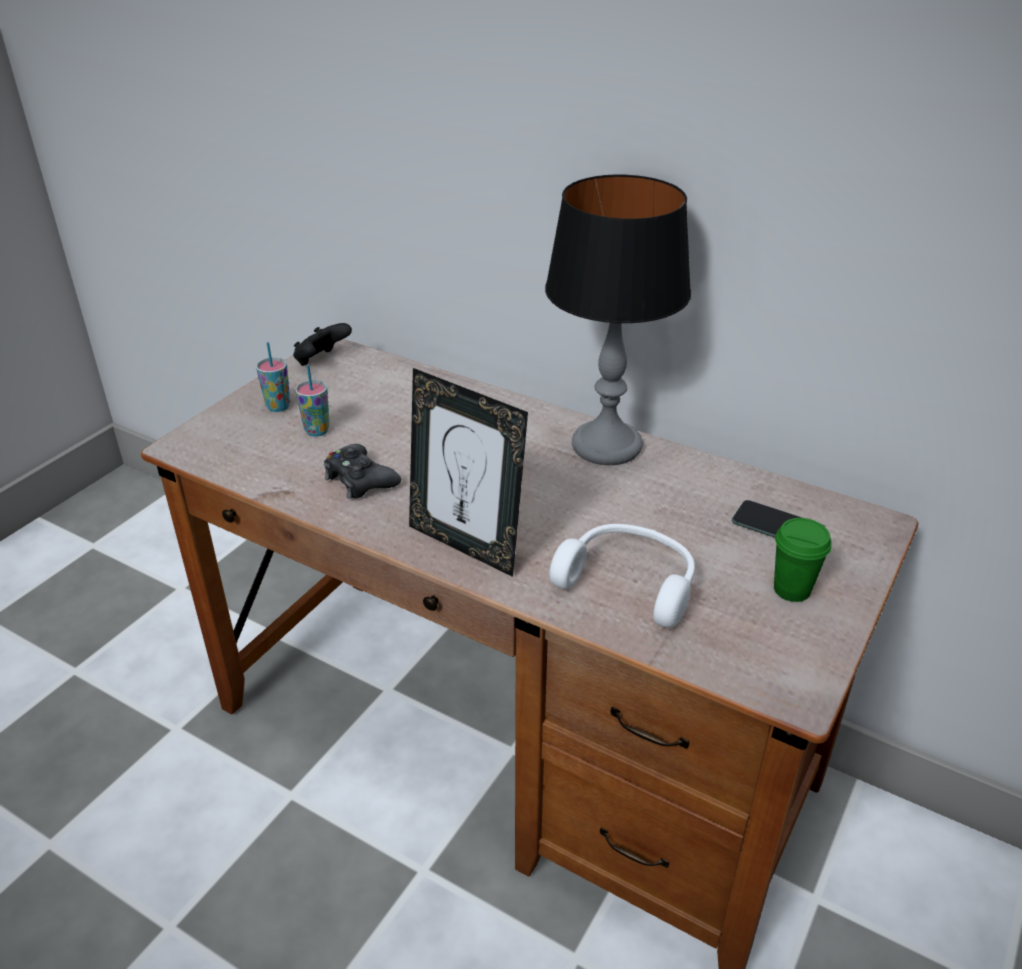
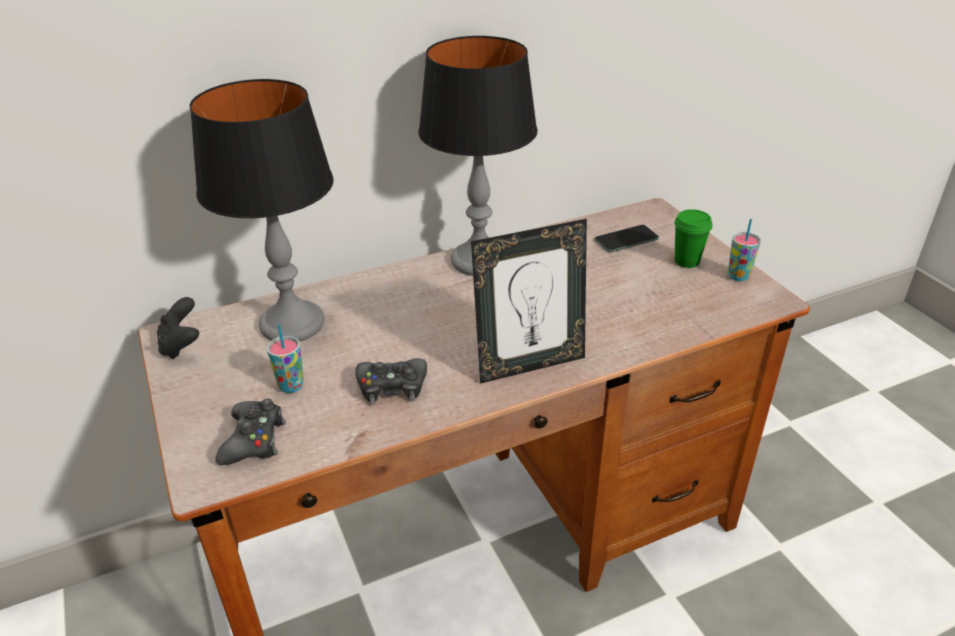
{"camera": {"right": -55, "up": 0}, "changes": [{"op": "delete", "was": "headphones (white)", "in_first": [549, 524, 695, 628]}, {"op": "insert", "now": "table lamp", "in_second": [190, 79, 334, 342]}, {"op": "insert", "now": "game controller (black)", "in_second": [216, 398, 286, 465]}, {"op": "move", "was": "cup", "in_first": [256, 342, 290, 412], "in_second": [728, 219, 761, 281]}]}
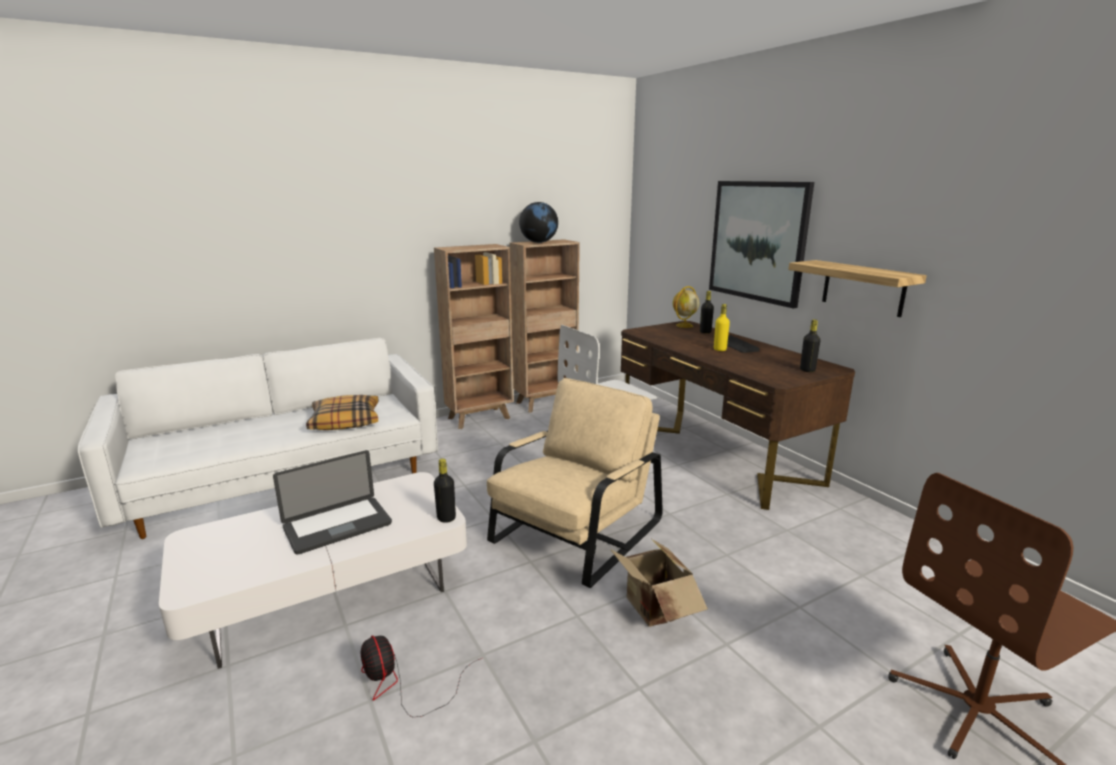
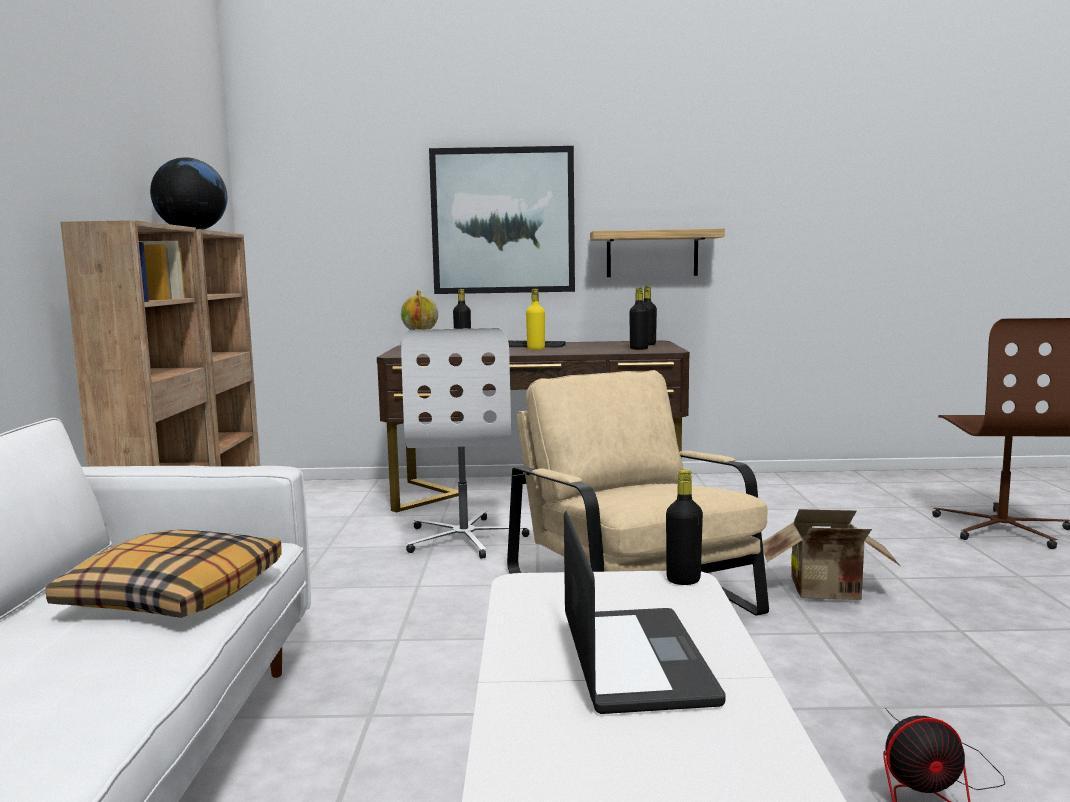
{"camera": {"right": -60, "up": -10}, "changes": [{"op": "insert", "now": "bottle (black)", "in_second": [629, 287, 649, 350]}]}
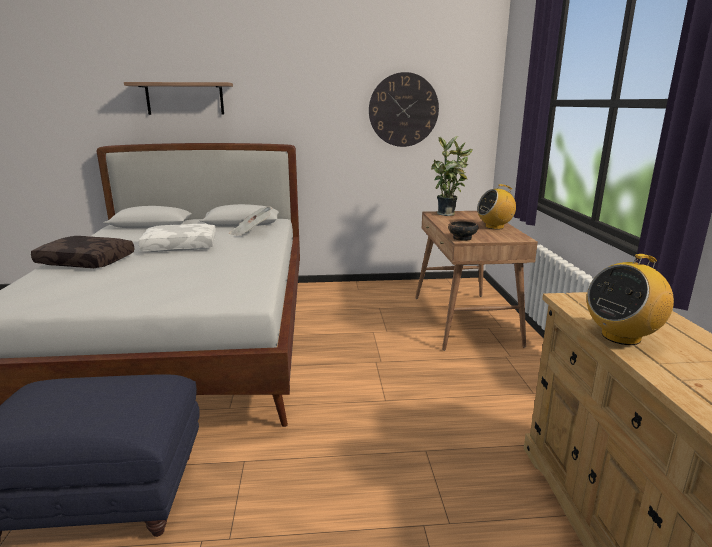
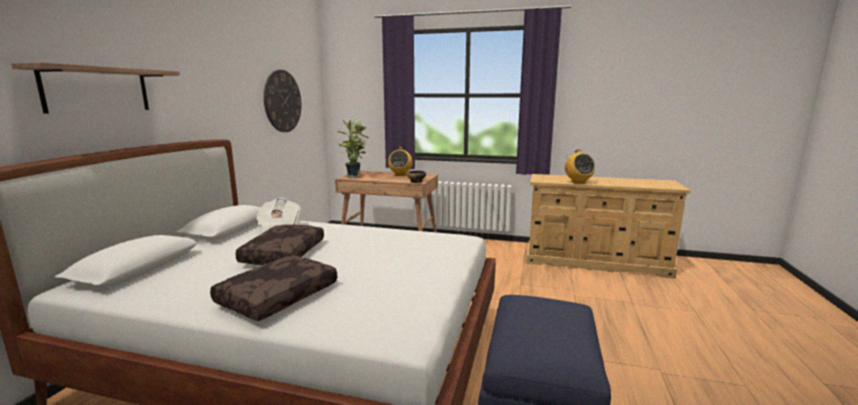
{"camera": {"right": -70, "up": -5}, "changes": [{"op": "recolor", "was": "pillow (white)", "now": "pillow (brown)", "in_first": [139, 224, 216, 252], "in_second": [235, 224, 324, 265]}]}
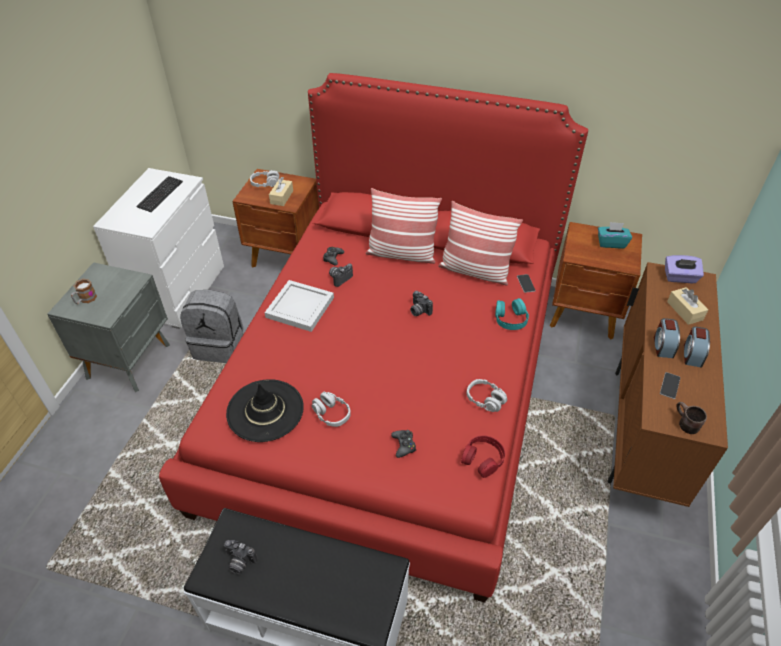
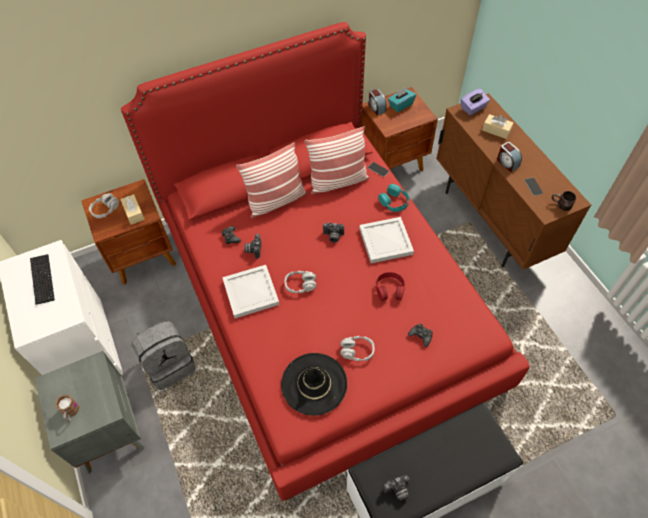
{"camera": {"right": -40, "up": 10}, "changes": [{"op": "insert", "now": "tray (white)", "in_second": [359, 217, 414, 263]}, {"op": "move", "was": "headphones (red)", "in_first": [461, 436, 505, 478], "in_second": [376, 272, 405, 301]}, {"op": "move", "was": "headphones (grey)", "in_first": [467, 379, 507, 412], "in_second": [285, 271, 316, 293]}, {"op": "move", "was": "alarm clock", "in_first": [684, 326, 710, 368], "in_second": [369, 89, 387, 115]}]}
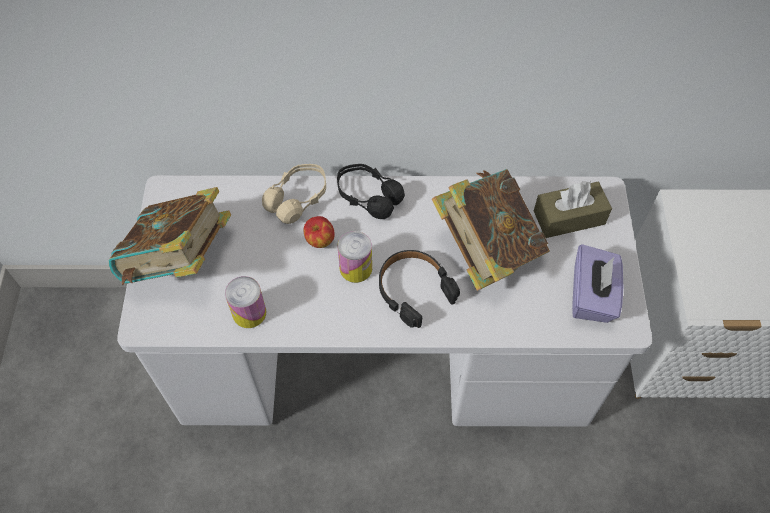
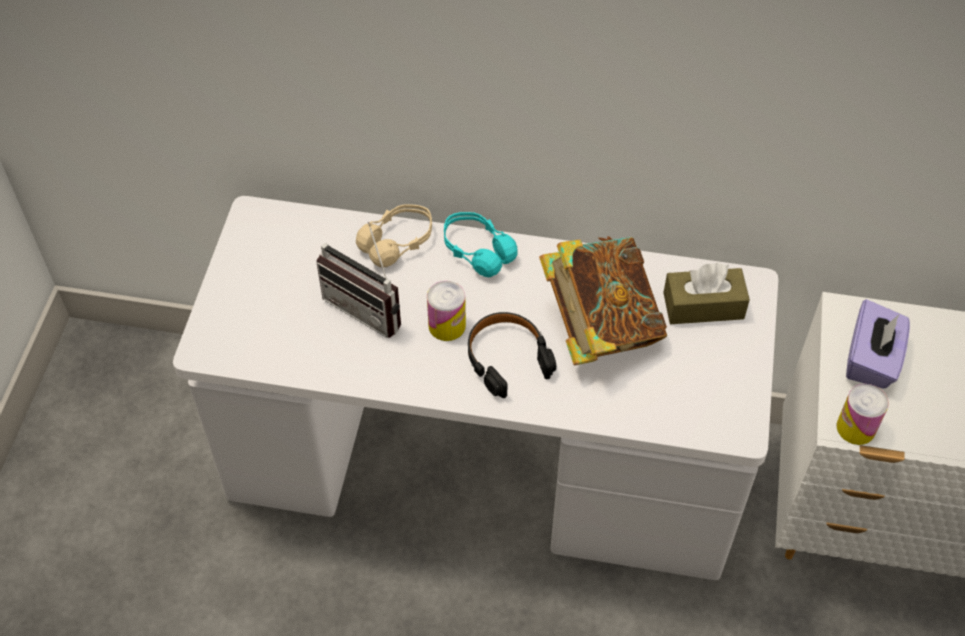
{"camera": {"right": 10, "up": -5}, "changes": [{"op": "delete", "was": "book", "in_first": [109, 187, 231, 285]}, {"op": "delete", "was": "apple", "in_first": [303, 216, 335, 248]}, {"op": "insert", "now": "radio", "in_second": [316, 222, 401, 338]}, {"op": "move", "was": "can", "in_first": [225, 276, 266, 328], "in_second": [837, 384, 889, 445]}, {"op": "move", "was": "tissue box (purple)", "in_first": [572, 244, 624, 323], "in_second": [846, 299, 910, 388]}, {"op": "recolor", "was": "headphones (black)", "now": "headphones (turquoise)", "in_first": [337, 164, 405, 219], "in_second": [444, 212, 517, 277]}]}
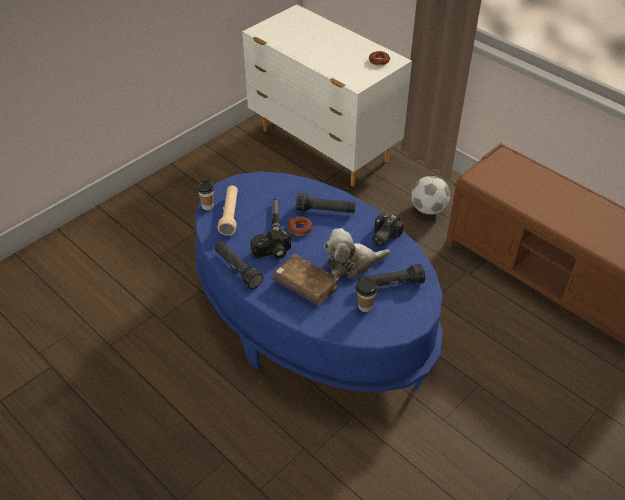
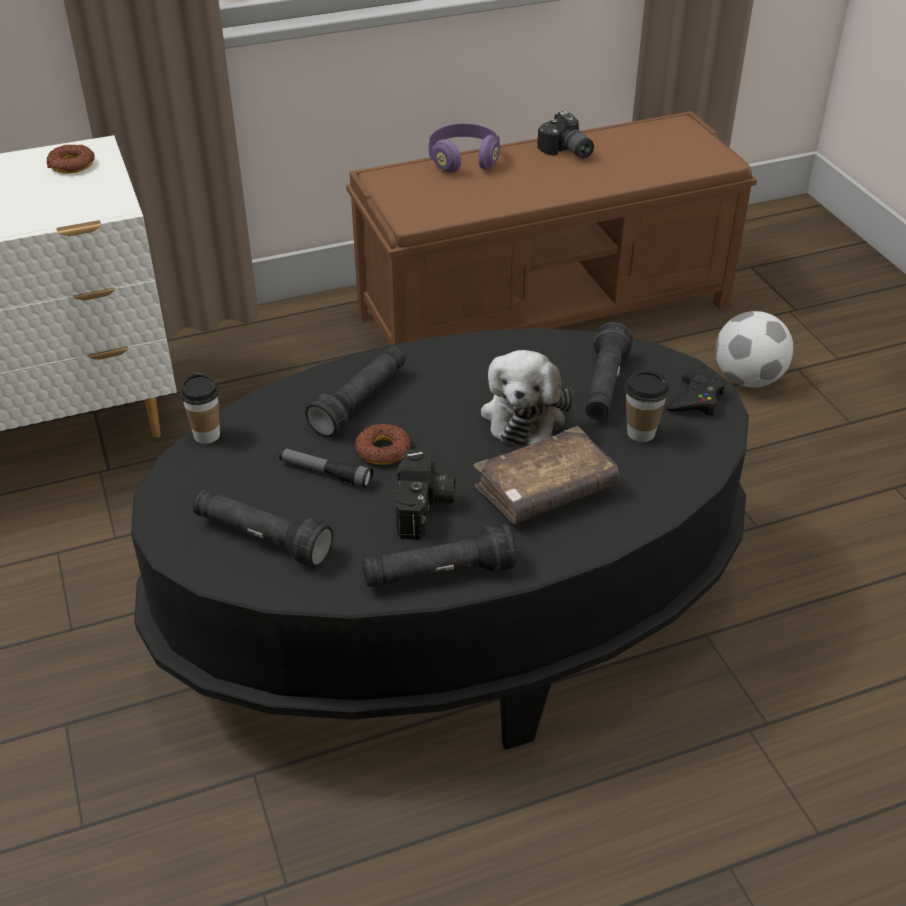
{"camera": {"right": -65, "up": -5}, "changes": [{"op": "insert", "now": "headphones (purple)", "in_second": [429, 124, 500, 173]}, {"op": "insert", "now": "game controller (black)", "in_second": [666, 372, 726, 416]}, {"op": "move", "was": "cup", "in_first": [197, 180, 214, 210], "in_second": [181, 374, 220, 444]}, {"op": "move", "was": "photo camera", "in_first": [372, 213, 404, 246], "in_second": [537, 111, 594, 159]}, {"op": "move", "was": "football", "in_first": [411, 176, 450, 215], "in_second": [715, 311, 794, 387]}, {"op": "recolor", "was": "coffee table (blue)", "now": "coffee table (black)", "in_first": [195, 172, 443, 393], "in_second": [131, 328, 749, 750]}, {"op": "recolor", "was": "flashlight (beige)", "now": "flashlight (black)", "in_first": [217, 186, 238, 236], "in_second": [192, 489, 333, 568]}]}
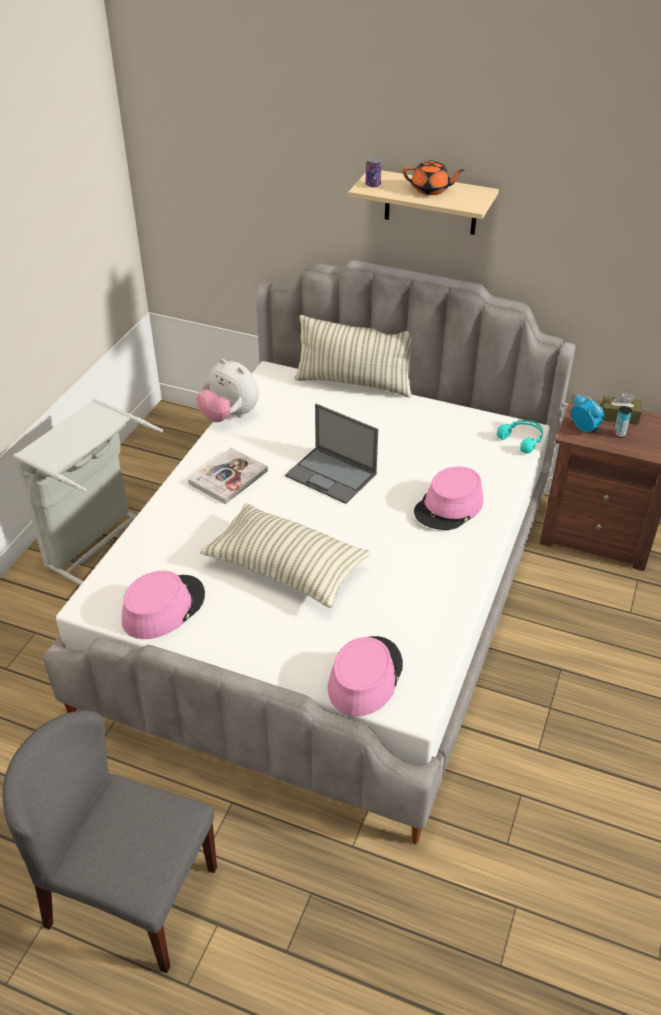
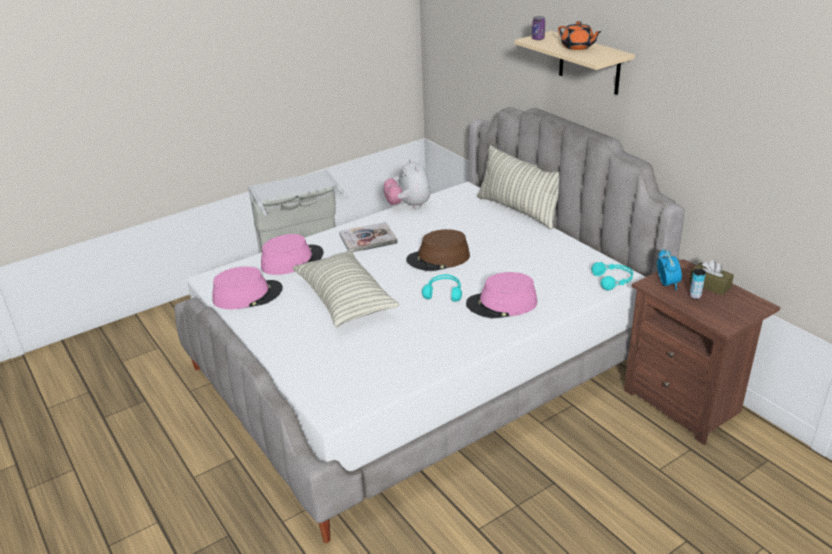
{"camera": {"right": 35, "up": -10}, "changes": [{"op": "delete", "was": "chair (grey)", "in_first": [2, 710, 217, 973]}, {"op": "insert", "now": "headphones (turquoise)", "in_second": [422, 274, 462, 302]}, {"op": "move", "was": "hat (pink)", "in_first": [328, 636, 403, 716], "in_second": [261, 234, 324, 275]}, {"op": "replace", "was": "laptop", "now": "hat (brown)", "in_first": [285, 404, 378, 504], "in_second": [406, 229, 470, 271]}]}
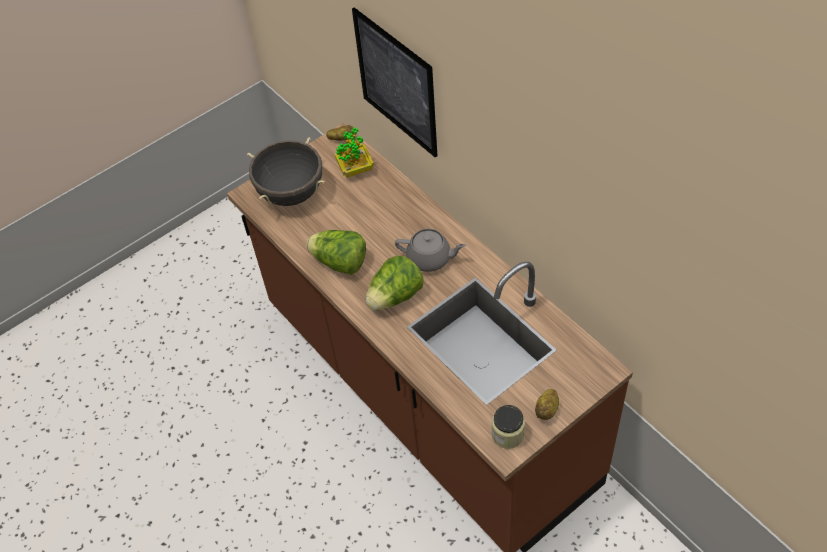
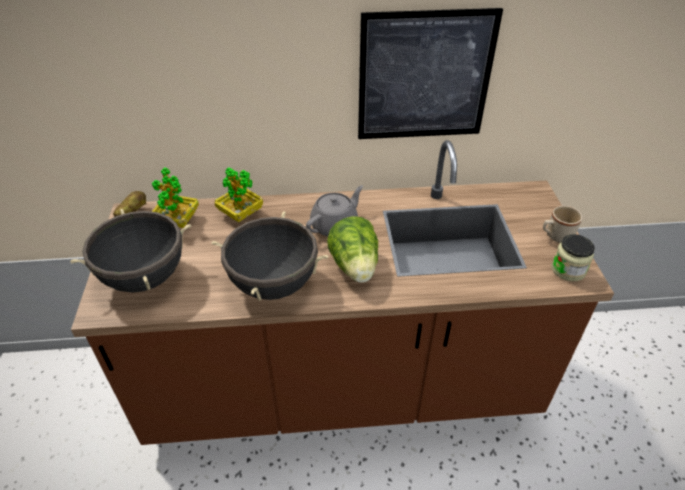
{"camera": {"right": -60, "up": -10}, "changes": [{"op": "insert", "now": "potted plant", "in_second": [214, 167, 263, 222]}, {"op": "move", "was": "picture", "in_first": [352, 7, 437, 157], "in_second": [358, 8, 503, 139]}, {"op": "replace", "was": "lettuce", "now": "cooking pot (black)", "in_first": [306, 230, 366, 275], "in_second": [212, 211, 328, 301]}, {"op": "replace", "was": "potato", "now": "mug (beige)", "in_first": [535, 389, 559, 420], "in_second": [543, 206, 582, 243]}]}
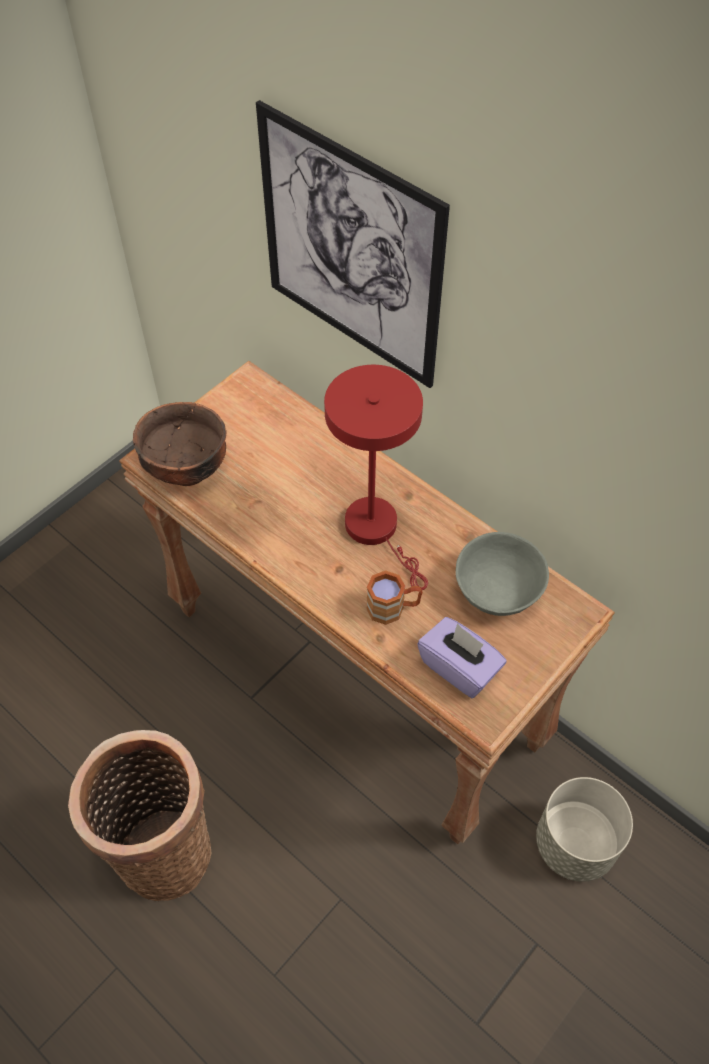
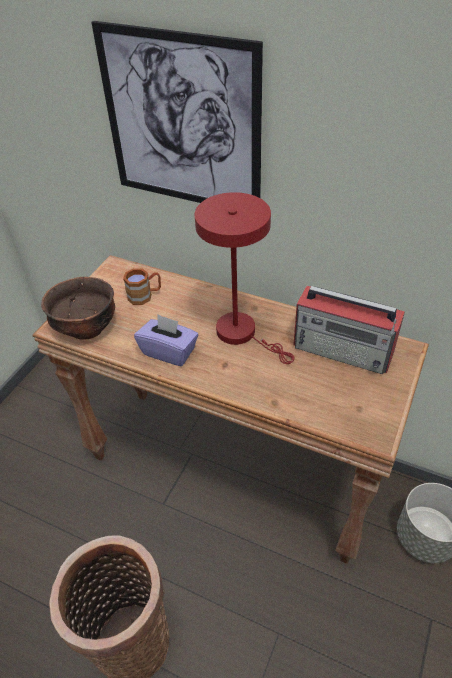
{"camera": {"right": -15, "up": -10}, "changes": [{"op": "move", "was": "mug (brown)", "in_first": [366, 570, 422, 625], "in_second": [123, 268, 161, 305]}, {"op": "move", "was": "tissue box (purple)", "in_first": [417, 617, 507, 698], "in_second": [134, 314, 198, 366]}, {"op": "replace", "was": "bowl (grey)", "now": "radio", "in_first": [455, 532, 549, 616], "in_second": [293, 286, 405, 374]}]}
